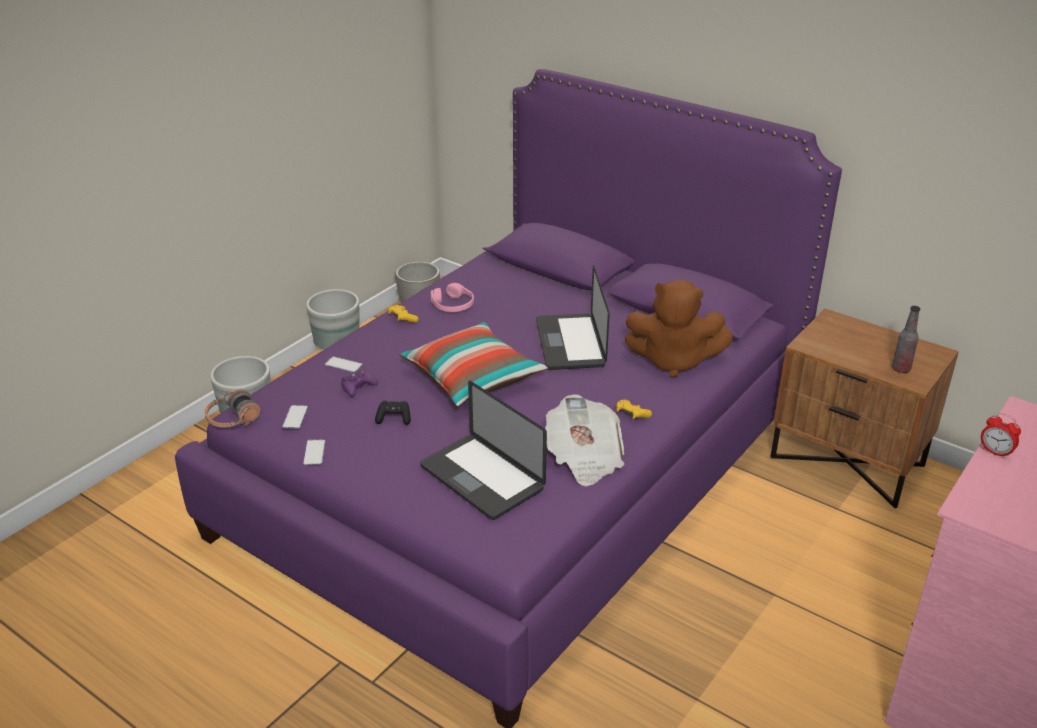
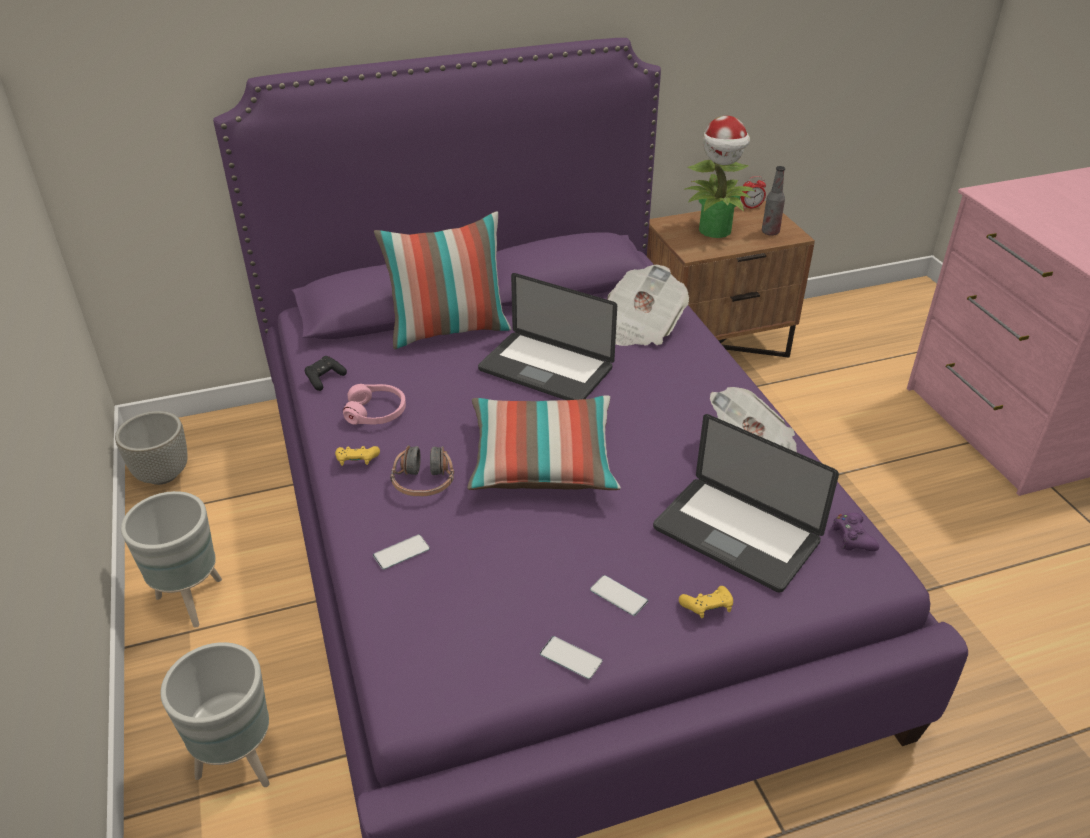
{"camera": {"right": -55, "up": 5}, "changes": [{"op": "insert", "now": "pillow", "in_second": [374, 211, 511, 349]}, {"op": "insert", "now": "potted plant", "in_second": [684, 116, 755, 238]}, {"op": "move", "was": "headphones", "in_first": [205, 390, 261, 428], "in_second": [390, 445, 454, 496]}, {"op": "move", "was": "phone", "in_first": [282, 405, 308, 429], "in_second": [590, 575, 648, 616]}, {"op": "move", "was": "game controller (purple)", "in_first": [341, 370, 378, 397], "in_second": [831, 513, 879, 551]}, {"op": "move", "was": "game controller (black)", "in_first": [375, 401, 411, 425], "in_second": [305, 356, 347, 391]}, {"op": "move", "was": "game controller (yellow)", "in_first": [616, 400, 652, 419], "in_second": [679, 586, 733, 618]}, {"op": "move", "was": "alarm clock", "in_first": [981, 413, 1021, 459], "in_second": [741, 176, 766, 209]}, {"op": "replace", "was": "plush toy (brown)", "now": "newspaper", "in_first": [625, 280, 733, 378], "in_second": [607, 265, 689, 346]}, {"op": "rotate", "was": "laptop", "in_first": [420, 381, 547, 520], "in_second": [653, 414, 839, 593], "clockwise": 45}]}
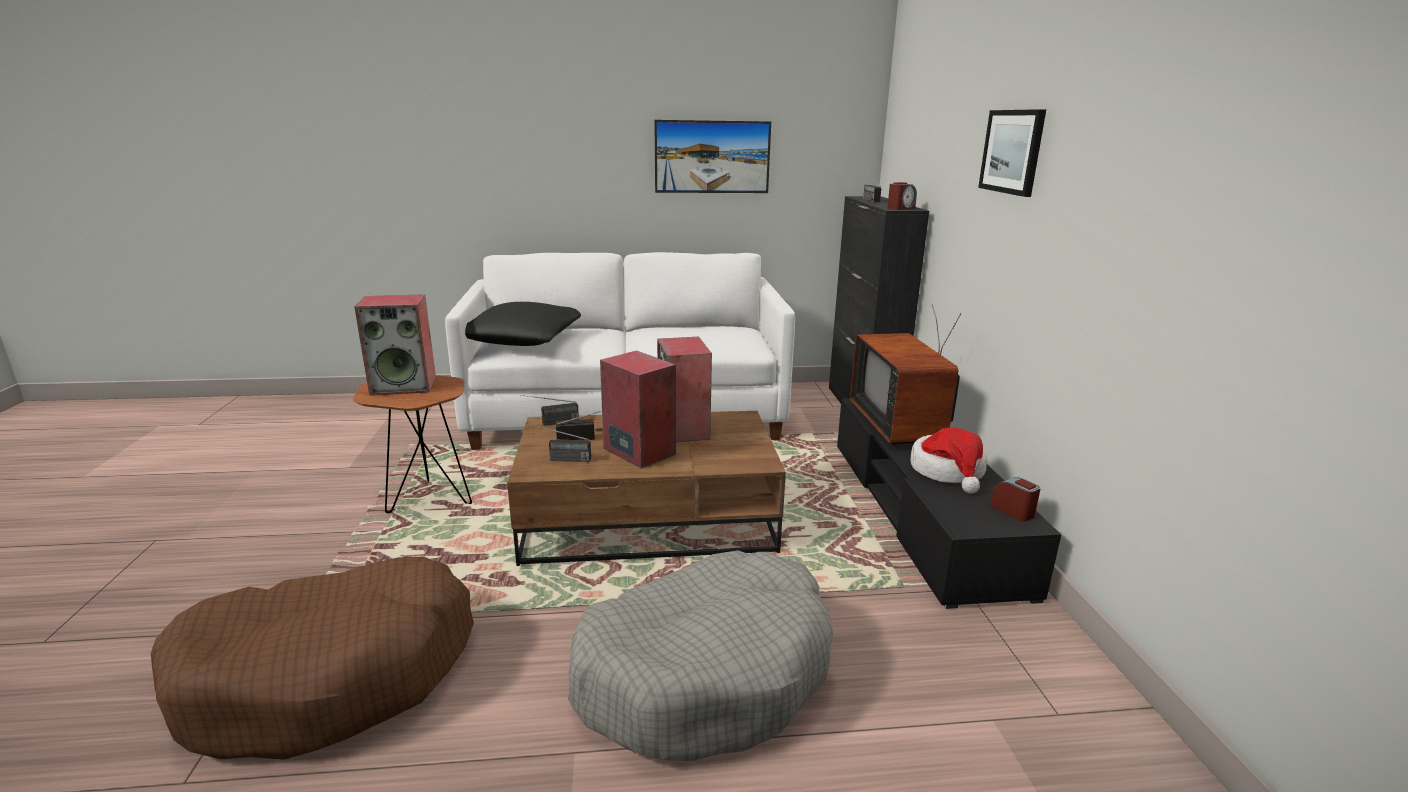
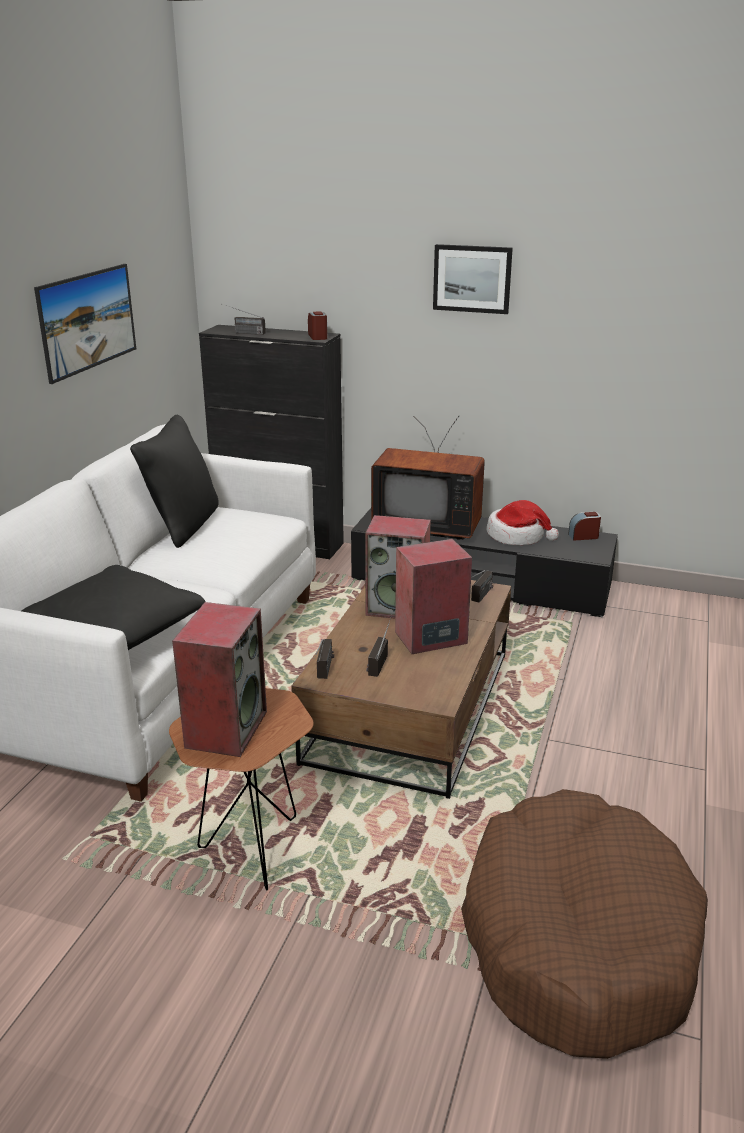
{"camera": {"right": -65, "up": 5}, "changes": [{"op": "delete", "was": "dog bed (grey)", "in_first": [568, 550, 833, 761]}, {"op": "insert", "now": "pillow (black)", "in_second": [130, 415, 219, 548]}, {"op": "move", "was": "radio", "in_first": [528, 424, 591, 462], "in_second": [471, 570, 493, 603]}]}
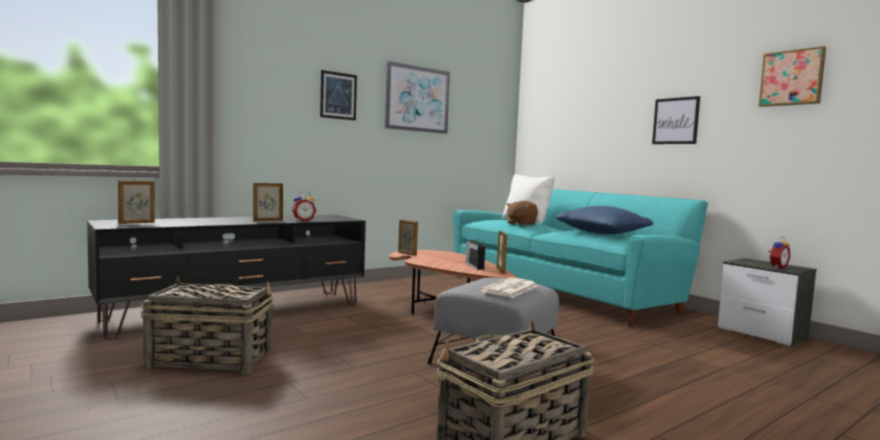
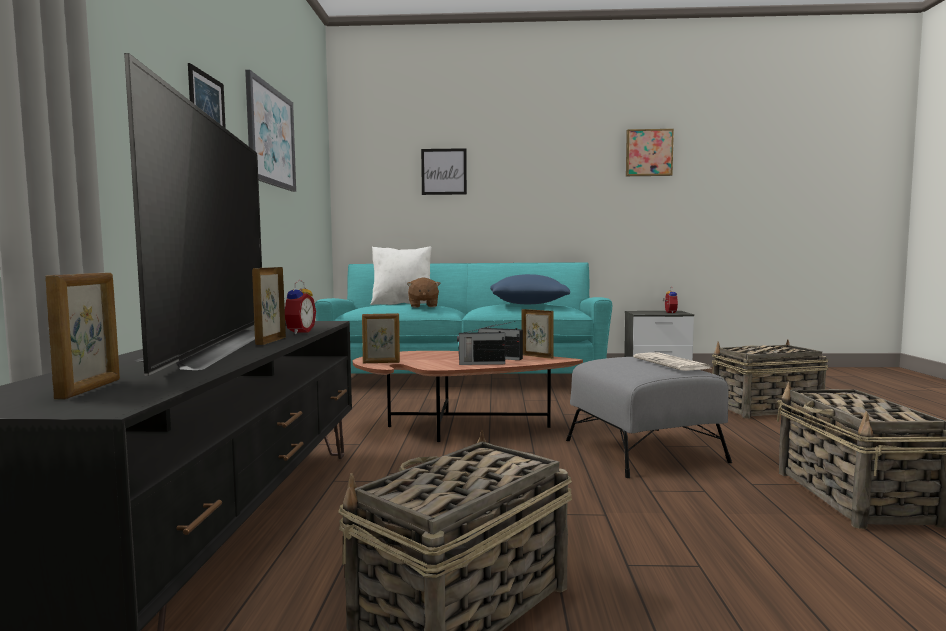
{"camera": {"right": -50, "up": 0}, "changes": [{"op": "insert", "now": "television", "in_second": [124, 53, 262, 376]}, {"op": "insert", "now": "radio", "in_second": [457, 324, 505, 365]}, {"op": "insert", "now": "basket", "in_second": [712, 339, 828, 419]}, {"op": "move", "was": "picture", "in_first": [652, 96, 700, 144], "in_second": [421, 148, 467, 195]}]}
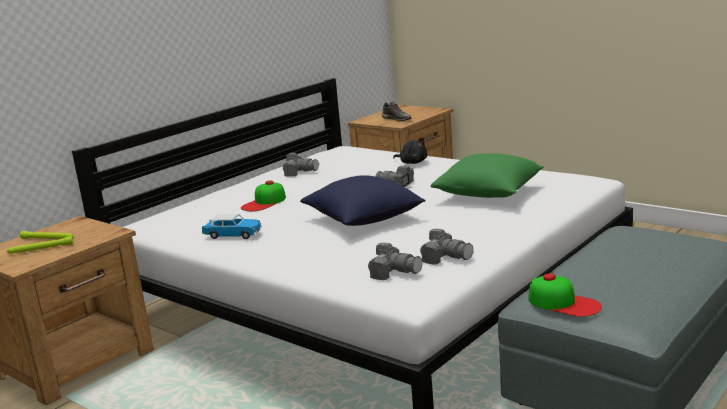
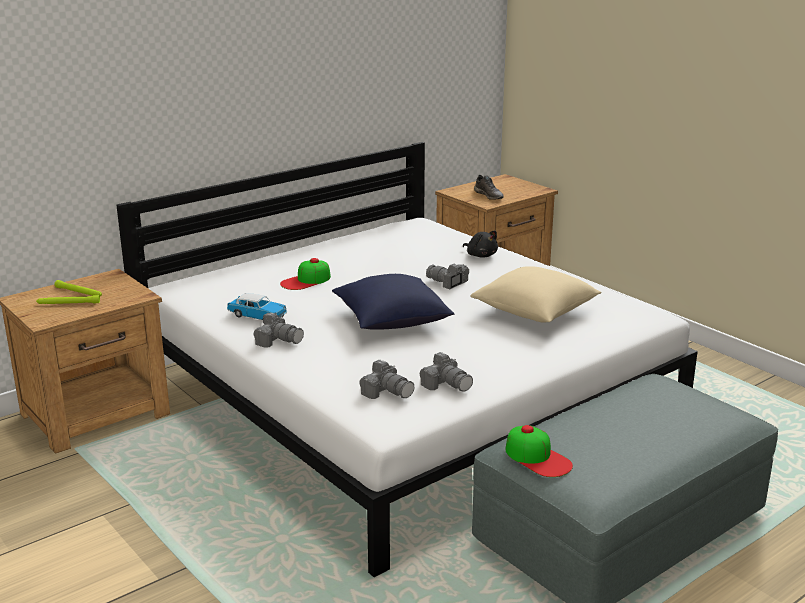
{"camera": {"right": 10, "up": 5}, "changes": [{"op": "move", "was": "photo camera", "in_first": [283, 153, 319, 177], "in_second": [254, 313, 304, 348]}, {"op": "recolor", "was": "pillow (green)", "now": "pillow (beige)", "in_first": [431, 153, 544, 198], "in_second": [470, 266, 601, 323]}]}
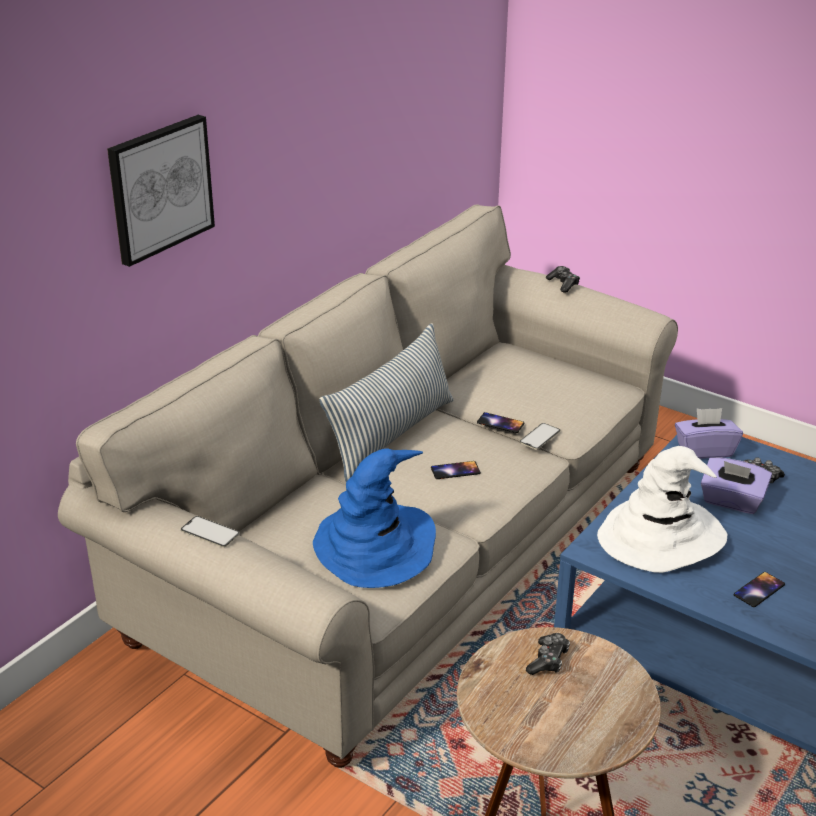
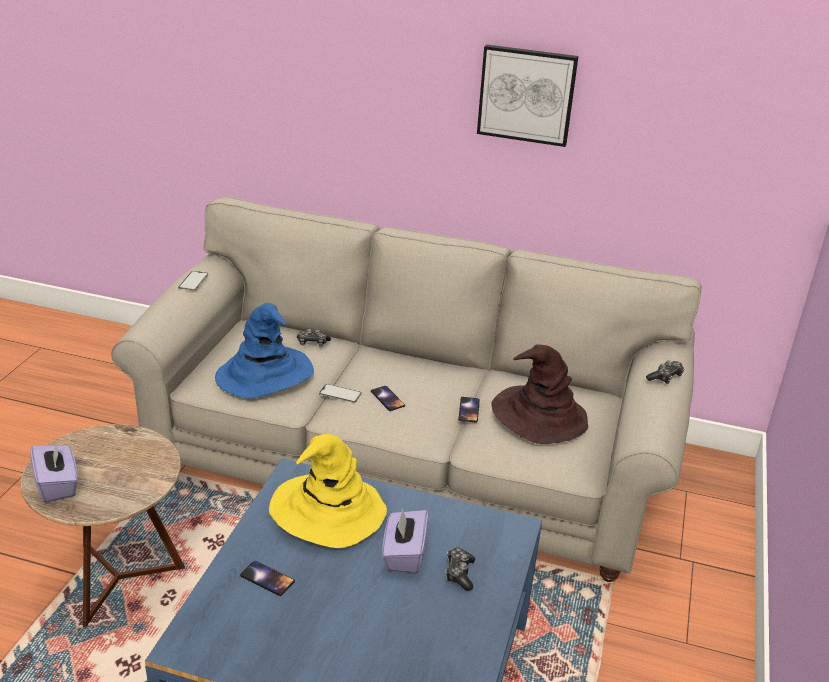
{"camera": {"right": 70, "up": 0}, "changes": [{"op": "delete", "was": "pillow", "in_first": [319, 323, 453, 482]}, {"op": "insert", "now": "hat (brown)", "in_second": [491, 344, 588, 444]}, {"op": "move", "was": "picture", "in_first": [107, 115, 215, 267], "in_second": [477, 44, 578, 147]}, {"op": "move", "was": "phone", "in_first": [519, 423, 560, 450], "in_second": [319, 384, 362, 403]}, {"op": "move", "was": "game controller", "in_first": [526, 633, 570, 675], "in_second": [297, 329, 331, 347]}, {"op": "move", "was": "tissue box (purple)", "in_first": [675, 408, 743, 459], "in_second": [30, 441, 78, 503]}, {"op": "recolor", "was": "hat (white)", "now": "hat (yellow)", "in_first": [597, 446, 728, 573], "in_second": [269, 434, 387, 548]}]}
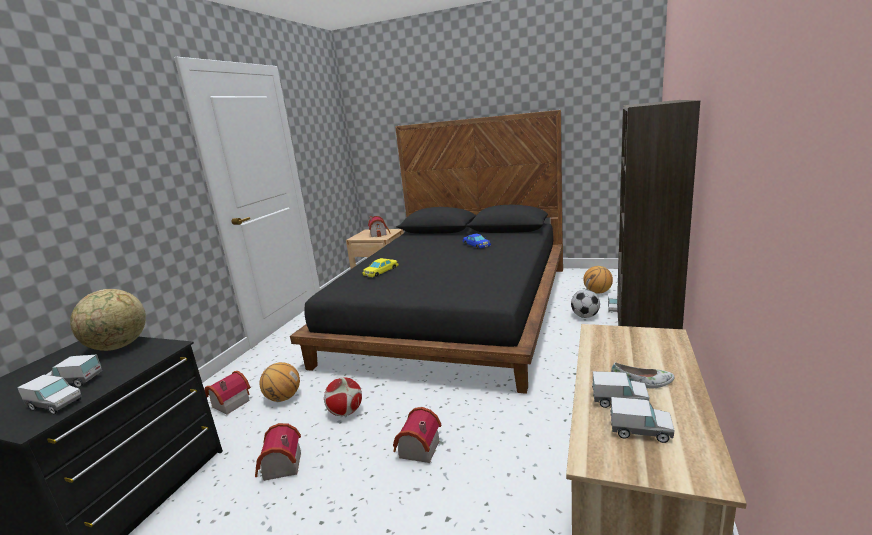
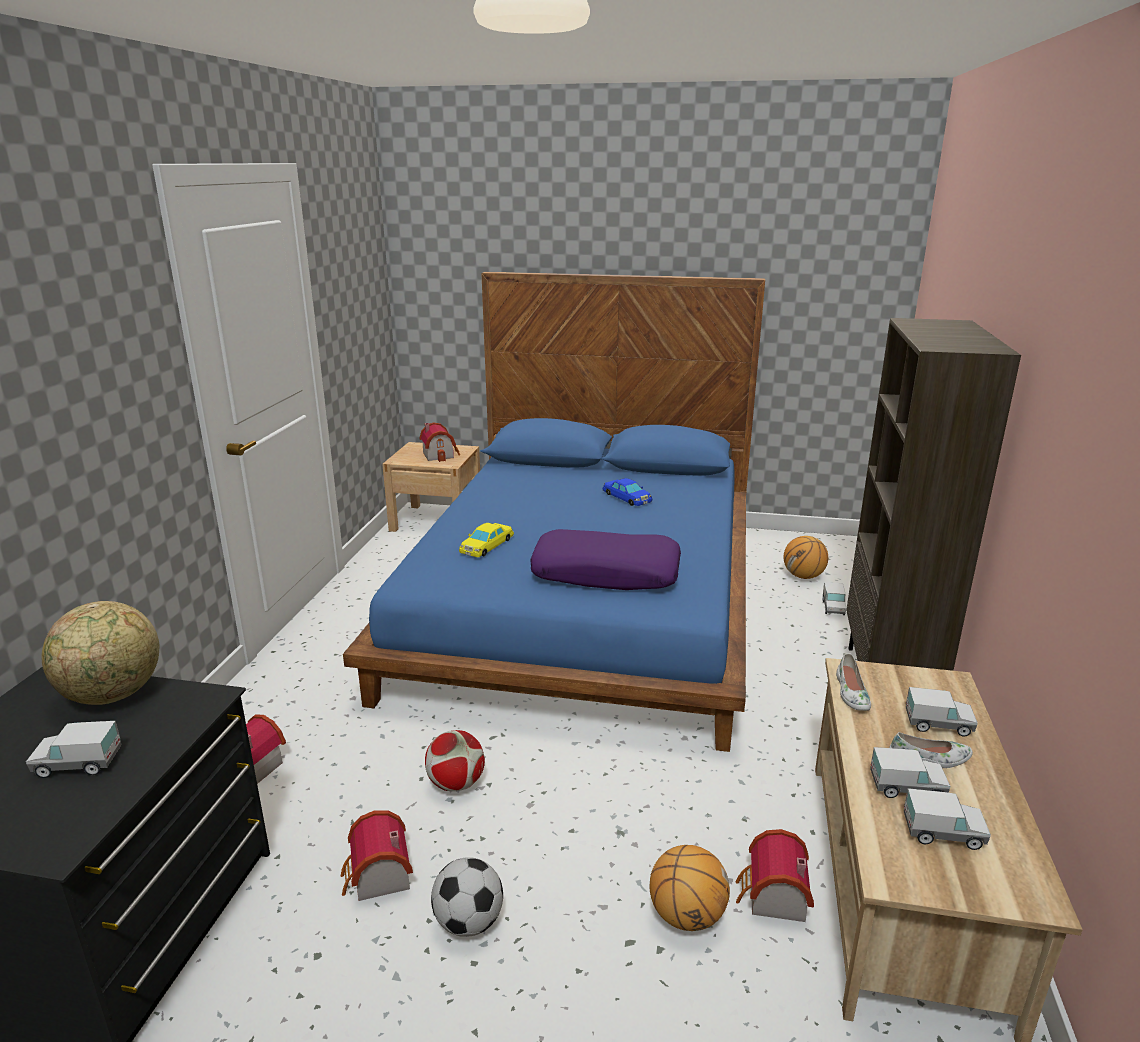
{"camera": {"right": -10, "up": 5}, "changes": [{"op": "insert", "now": "pillow (purple)", "in_second": [530, 529, 681, 590]}, {"op": "insert", "now": "shoe (white)", "in_second": [836, 653, 871, 711]}, {"op": "move", "was": "toy truck", "in_first": [17, 375, 82, 415], "in_second": [906, 687, 978, 736]}, {"op": "move", "was": "basketball", "in_first": [259, 362, 300, 402], "in_second": [650, 845, 730, 931]}, {"op": "move", "was": "toy house", "in_first": [393, 407, 441, 463], "in_second": [736, 829, 814, 922]}, {"op": "move", "was": "football", "in_first": [571, 289, 600, 318], "in_second": [431, 857, 503, 937]}, {"op": "recolor", "was": "bed (black)", "now": "bed (blue)", "in_first": [290, 110, 563, 394], "in_second": [343, 272, 765, 752]}]}
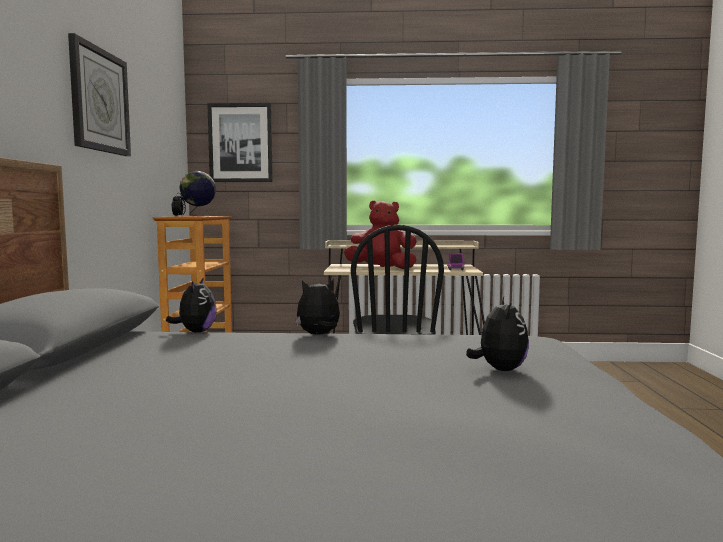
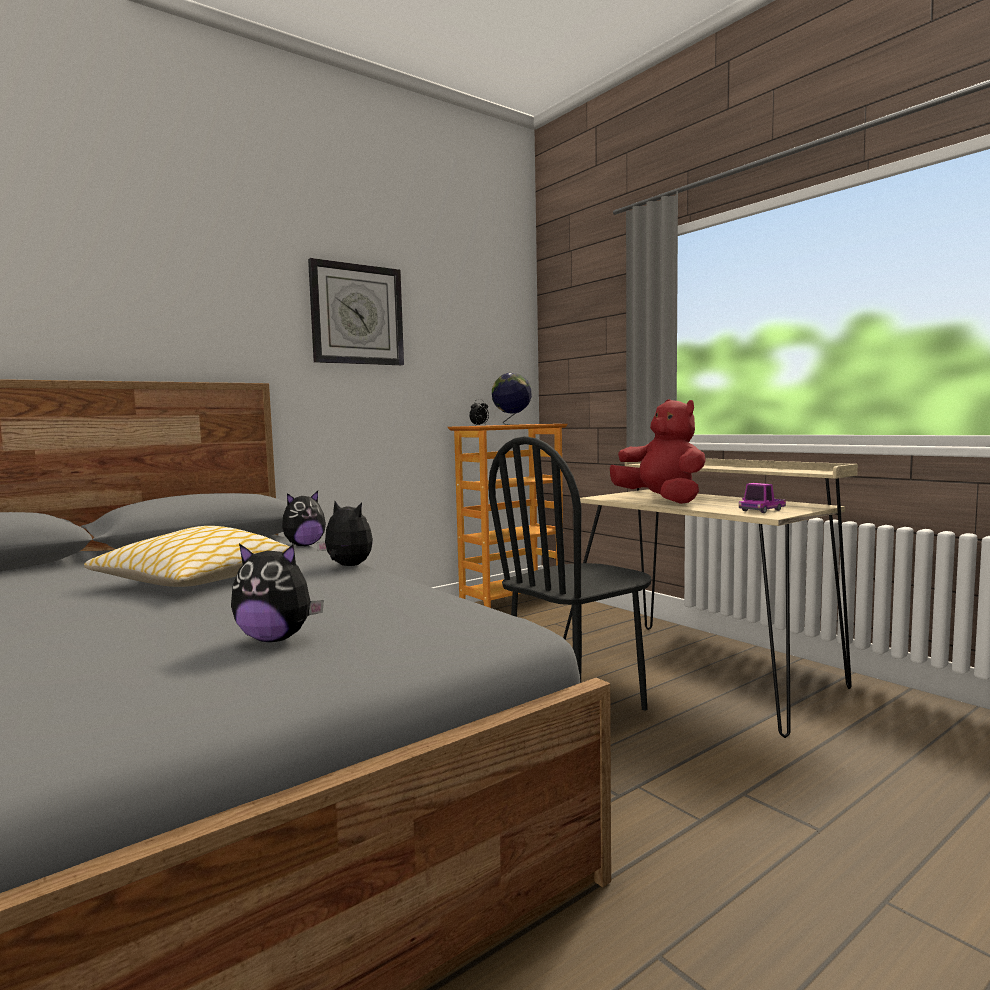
{"camera": {"right": 50, "up": 0}, "changes": [{"op": "delete", "was": "picture", "in_first": [207, 103, 273, 182]}, {"op": "insert", "now": "pillow", "in_second": [84, 526, 290, 587]}, {"op": "rotate", "was": "plush toy", "in_first": [466, 297, 529, 371], "in_second": [231, 544, 324, 642], "clockwise": 45}]}
